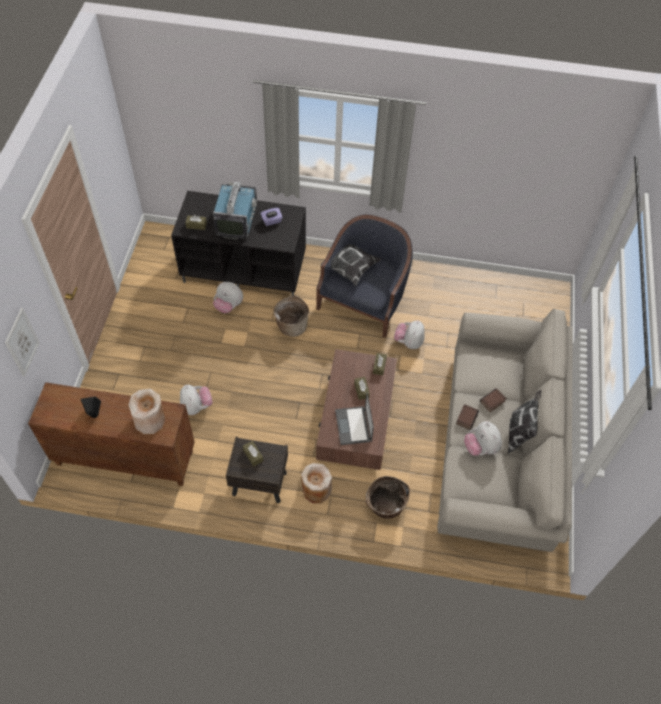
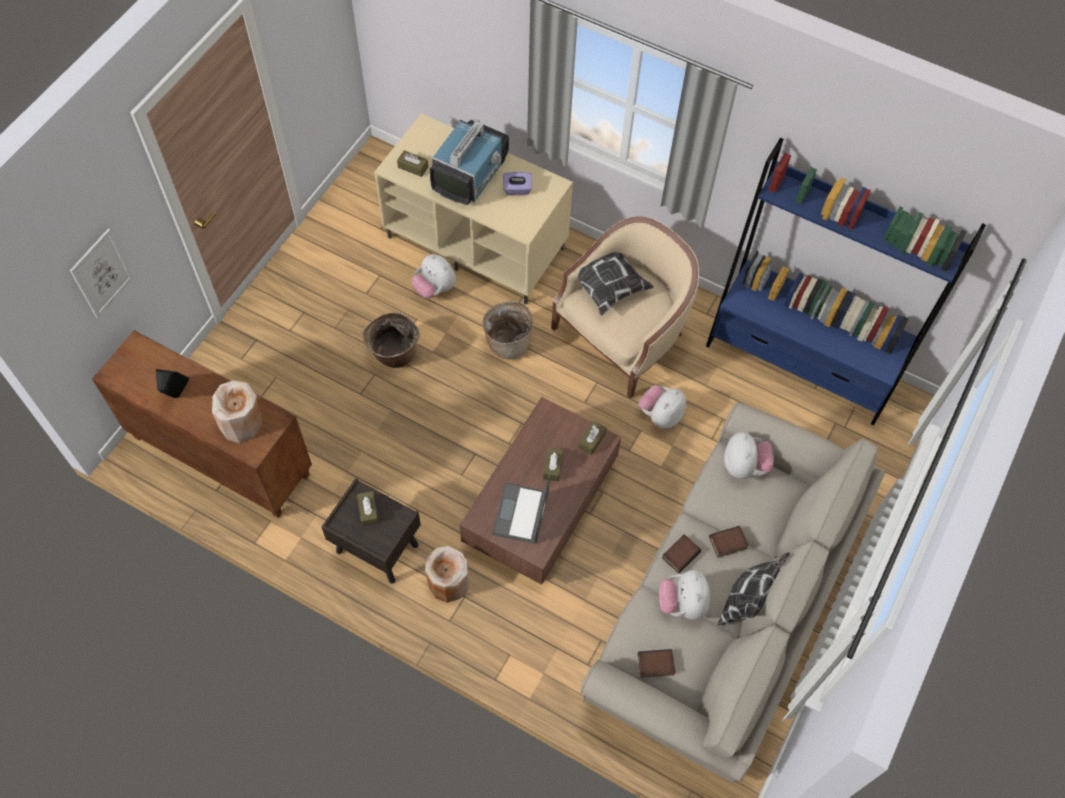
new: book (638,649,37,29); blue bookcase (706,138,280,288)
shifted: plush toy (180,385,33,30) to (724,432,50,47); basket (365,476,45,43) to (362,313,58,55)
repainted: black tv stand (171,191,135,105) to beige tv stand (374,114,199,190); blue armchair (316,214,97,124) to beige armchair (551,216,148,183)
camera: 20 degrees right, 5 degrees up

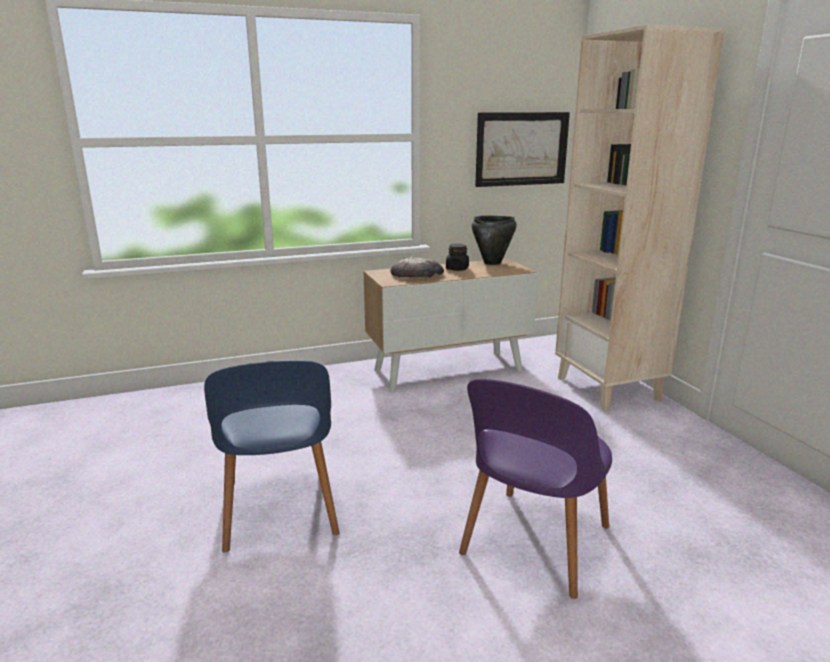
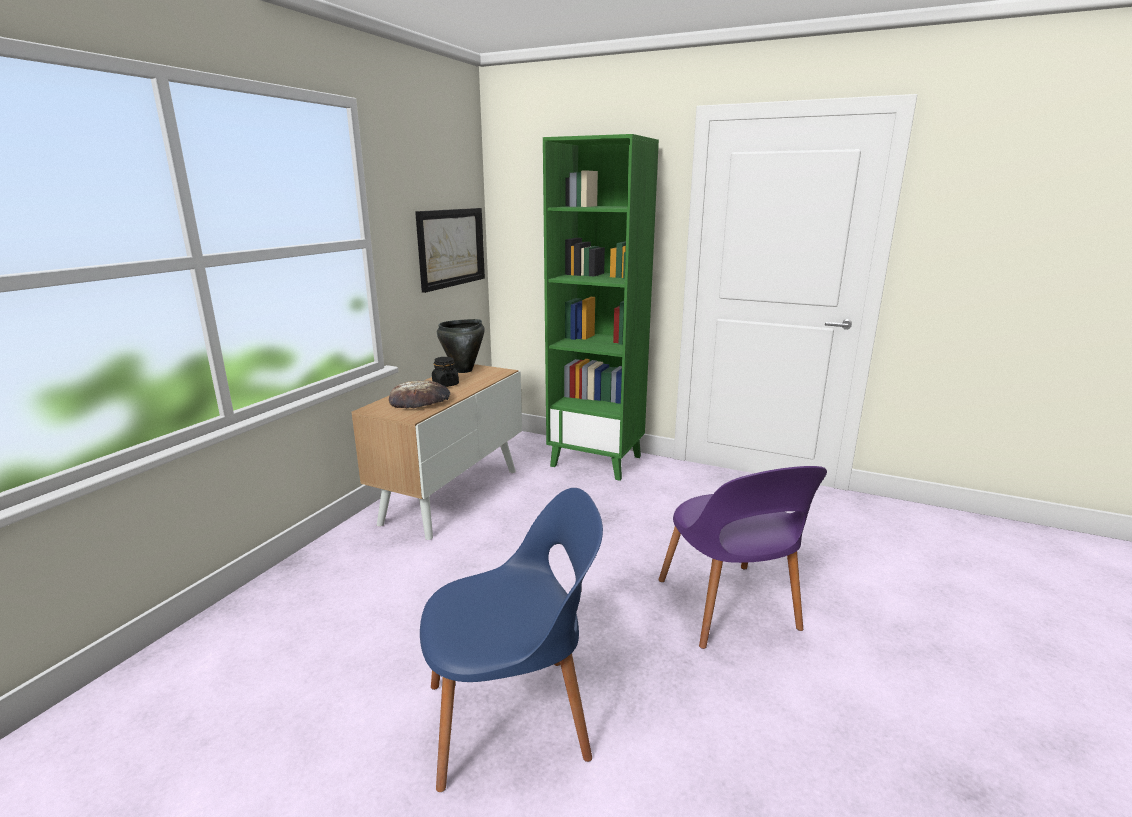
repainted: beige bookcase (555,24,170,387) to green bookcase (543,134,116,347)
rotated: blue chair (204,360,135,193) = (420,488,183,304) 45 degrees counterclockwise
camera: 45 degrees left, 0 degrees up

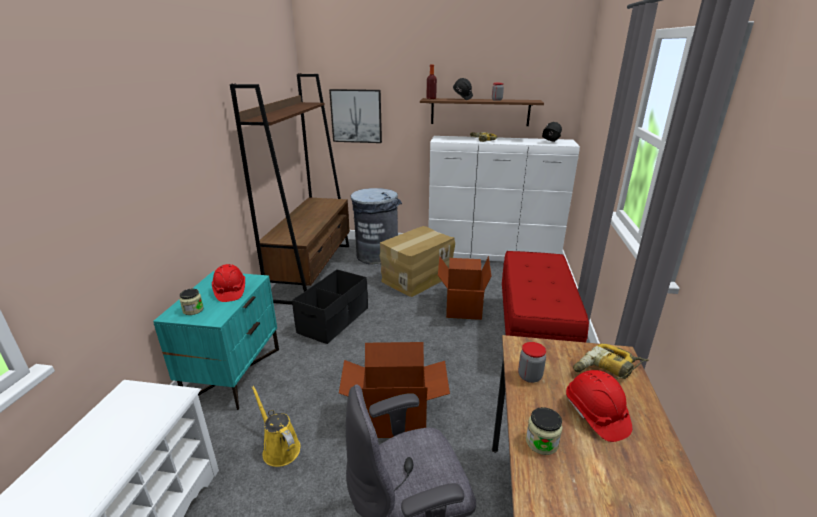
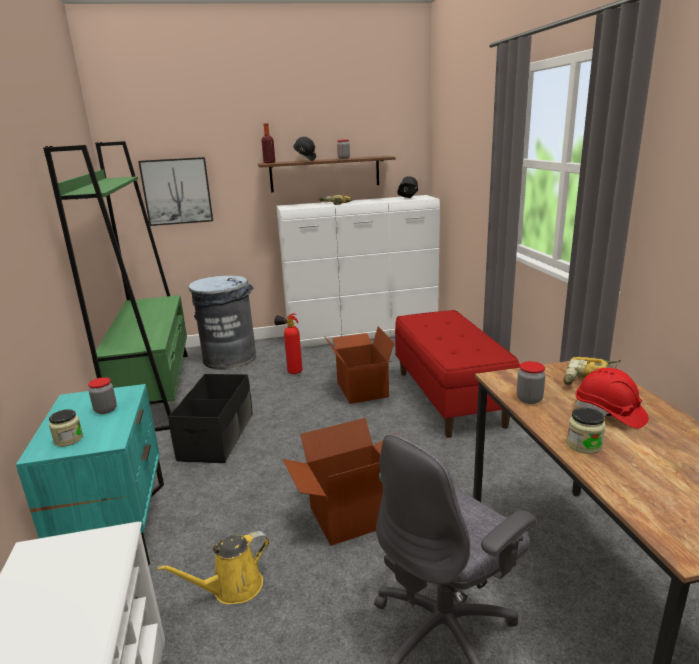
swapped: red hard hat (212,264,33,38) to jar (88,377,29,37); cardboard box (380,226,75,71) to fire extinguisher (274,313,28,61)
repainted: brown bookcase (230,73,120,232) to green bookcase (43,141,145,291)
rotated: yellow watering can (252,386,49,81) = (157,531,112,73) 60 degrees counterclockwise
camera: 20 degrees left, 5 degrees down

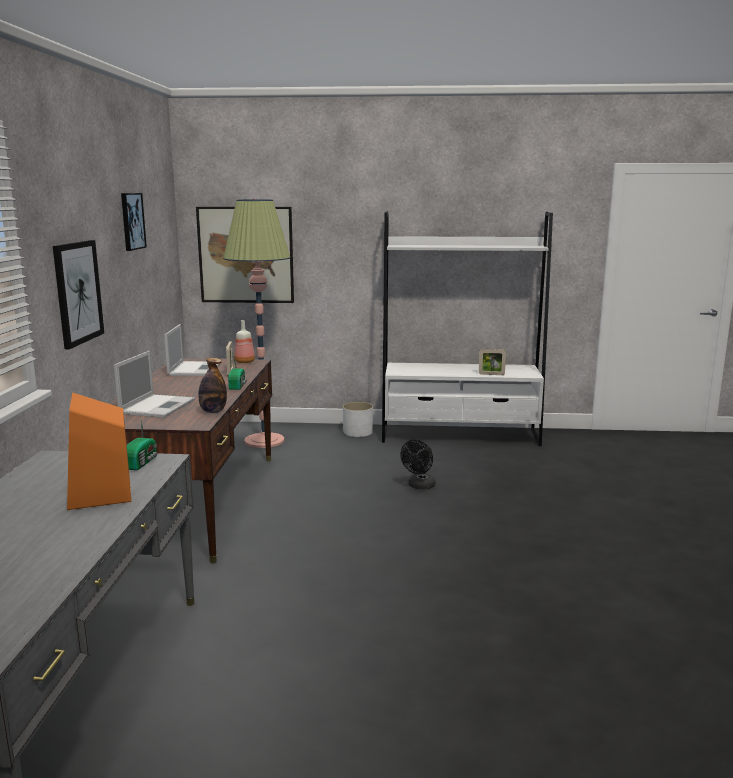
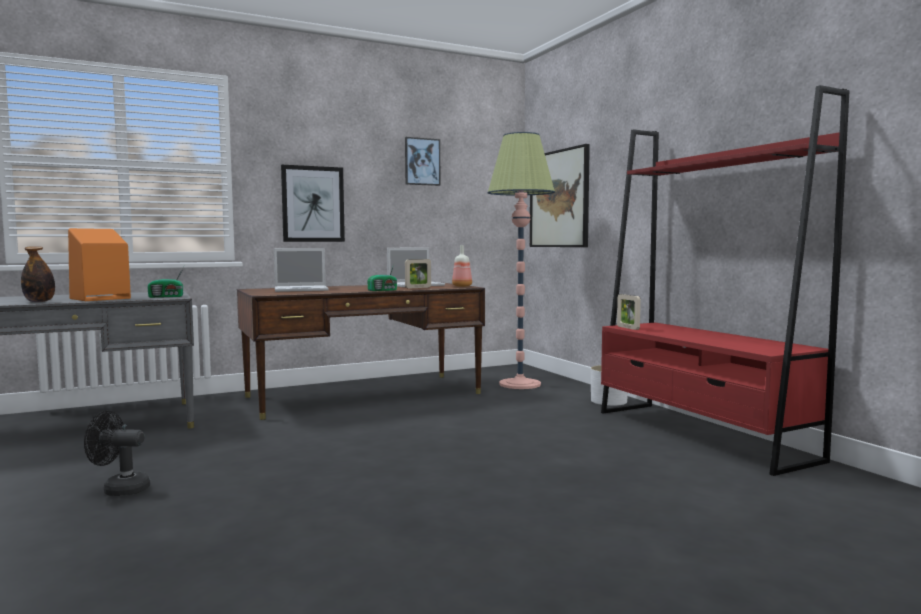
shifted: bottle (198,358,29,55) to (21,246,34,56); black fan (400,440,35,50) to (84,411,66,85); picture frame (479,349,27,26) to (617,294,24,36)
repainted: white bookcase (382,211,171,235) to red bookcase (601,85,248,391)
camera: 60 degrees right, 10 degrees down

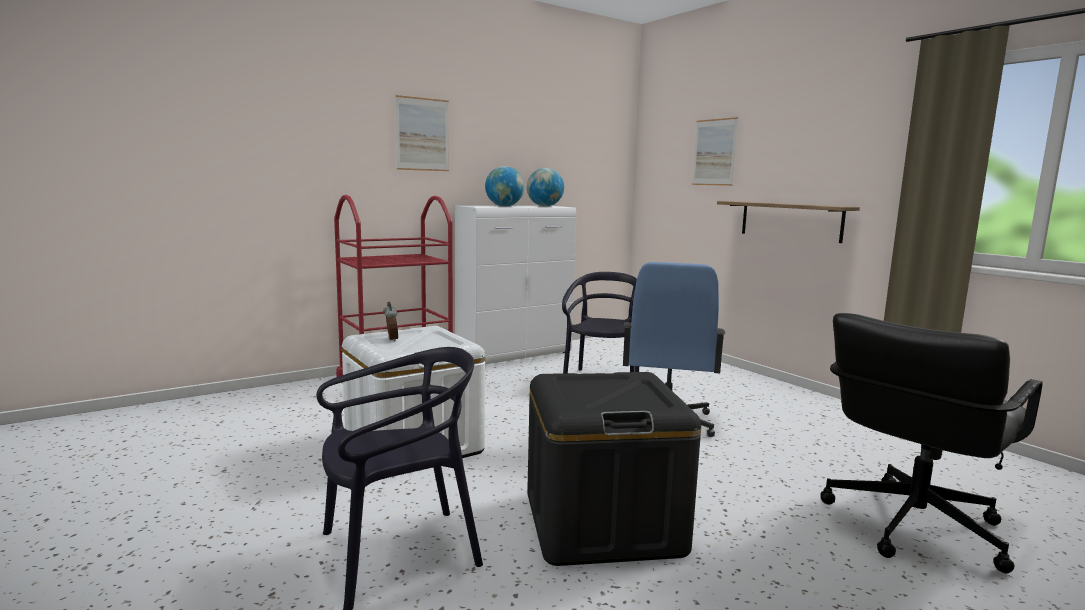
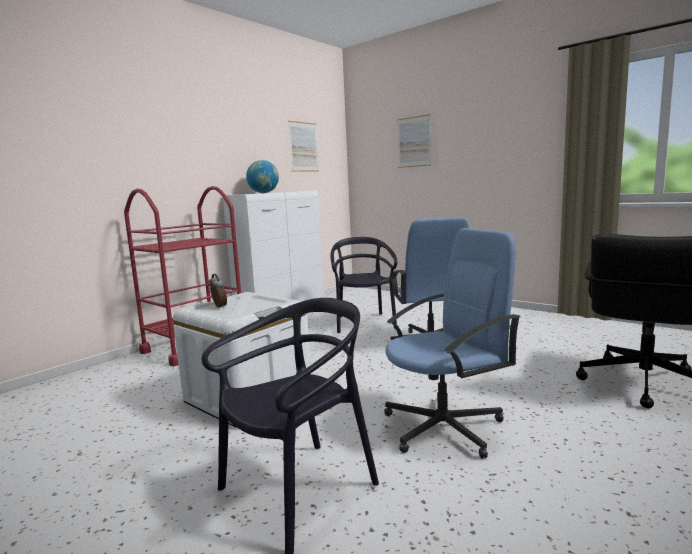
gone: globe (527,168,37,39); shelf (717,201,143,42)
shifted: picture (395,95,54,76) to (288,121,31,51)
swapped: black storage box (527,372,174,194) to blue office chair (384,228,137,231)
camera: 15 degrees left, 0 degrees up

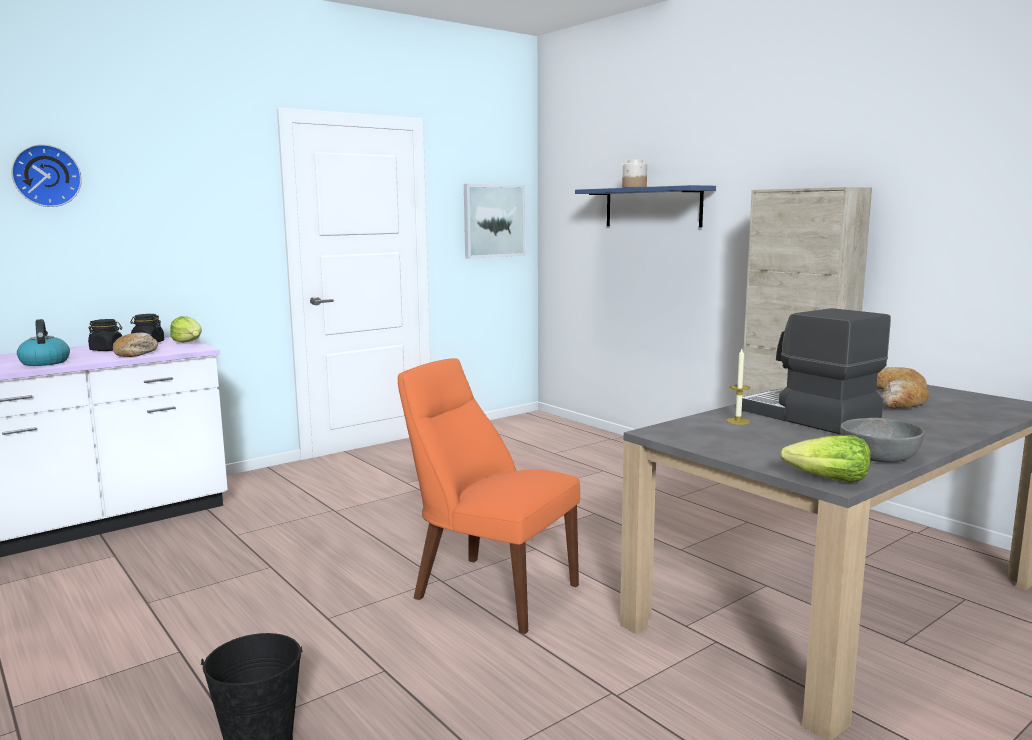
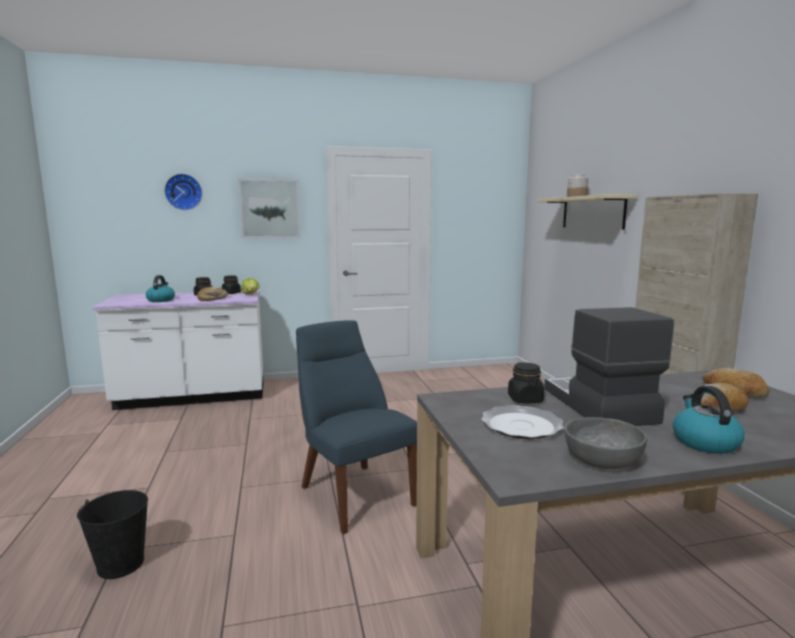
gone: lettuce (780,435,91,47)
new: plate (481,405,83,34); kettle (673,386,72,68)
shifted: picture (464,184,61,75) to (238,178,62,61)
swapped: candle (726,349,24,76) to black jar (508,362,36,41)
repainted: orange chair (398,358,182,276) to blue chair (296,320,121,214); blue shelf (575,185,141,42) to beige shelf (537,194,99,36)
camera: 25 degrees right, 0 degrees up

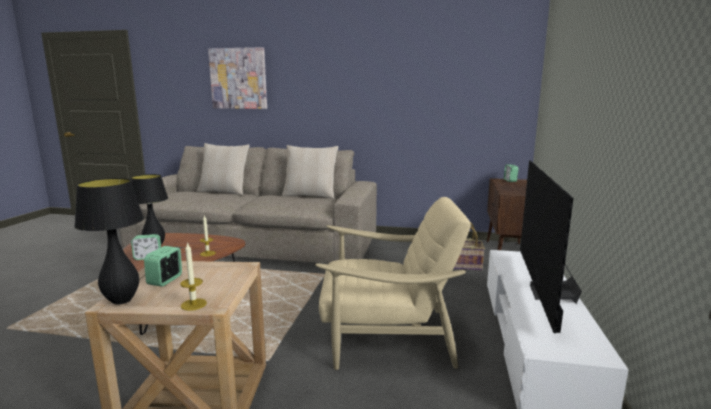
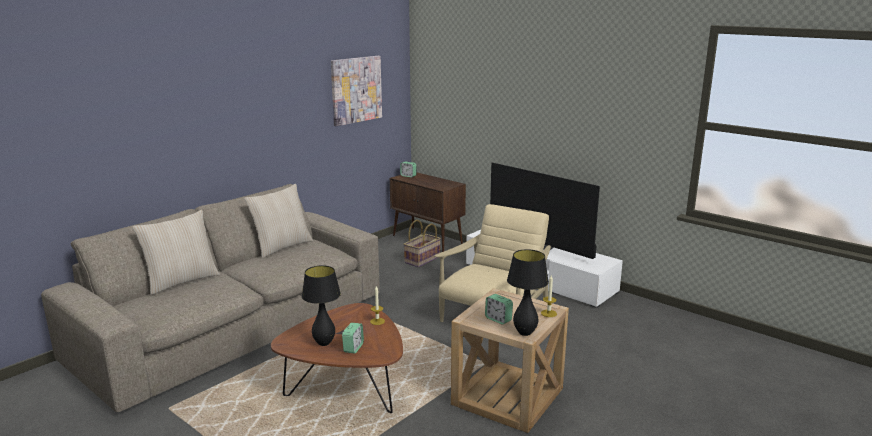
shifted: picture (208,47,59,62) to (331,56,51,70)
camera: 60 degrees left, 5 degrees up

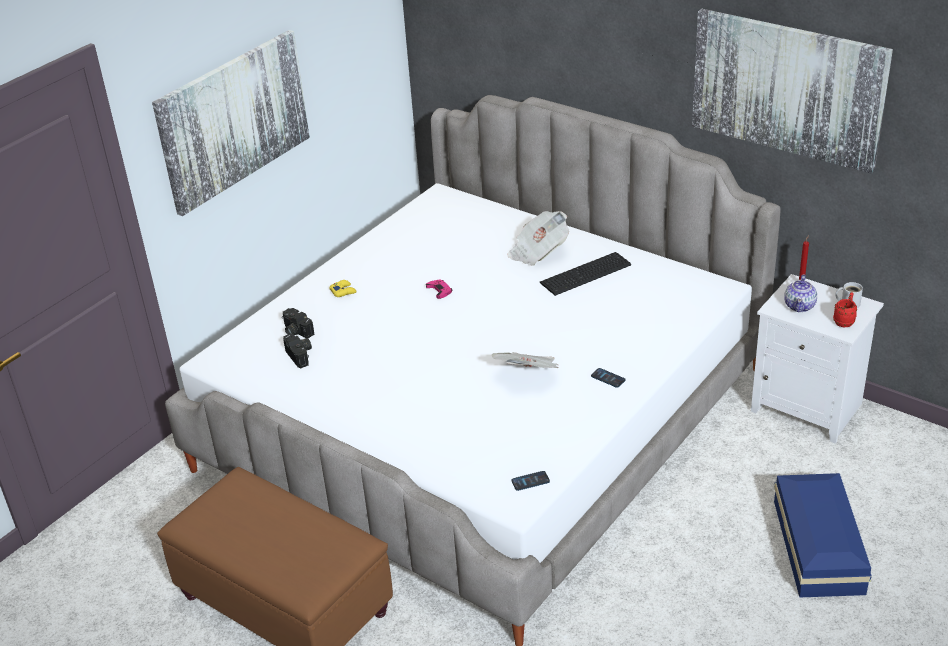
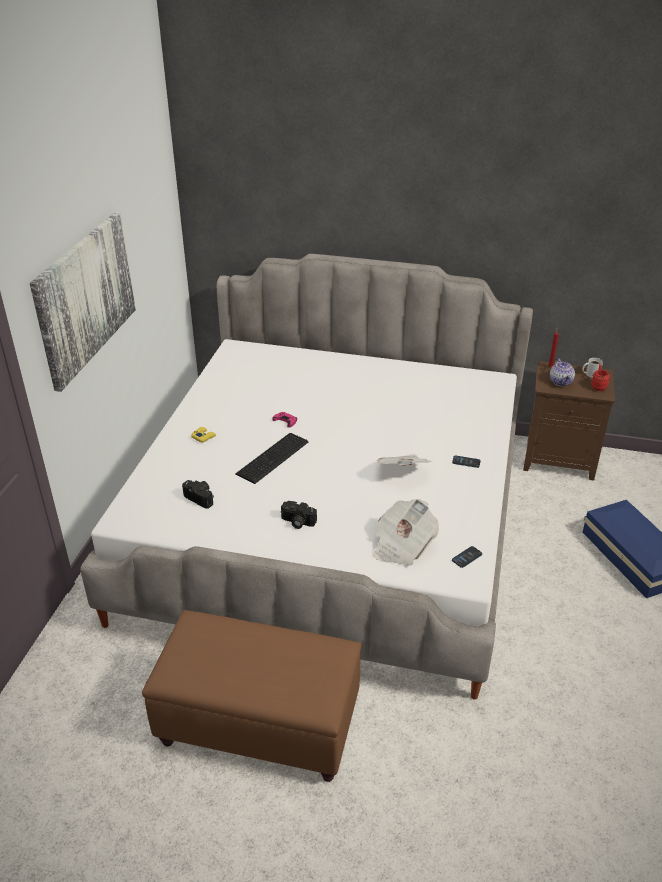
gone: picture (692,9,201,165)
shifted: photo camera (282,308,32,30) to (281,501,36,28); newspaper (507,211,62,55) to (374,499,65,67); keyboard (540,252,91,44) to (235,433,73,51)
repainted: white nightstand (751,274,133,170) to brown nightstand (523,361,92,120)
camera: 25 degrees left, 0 degrees up

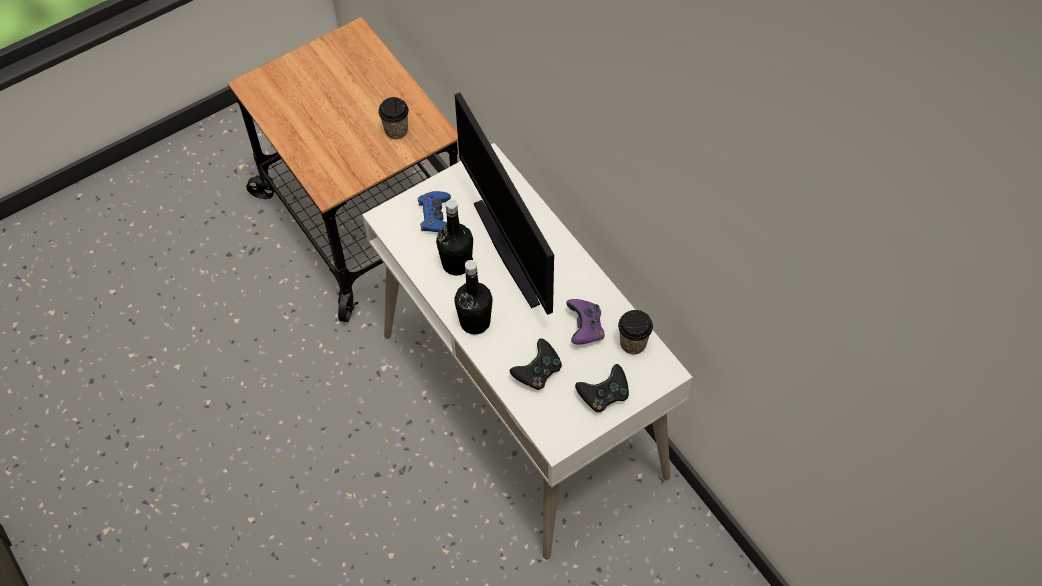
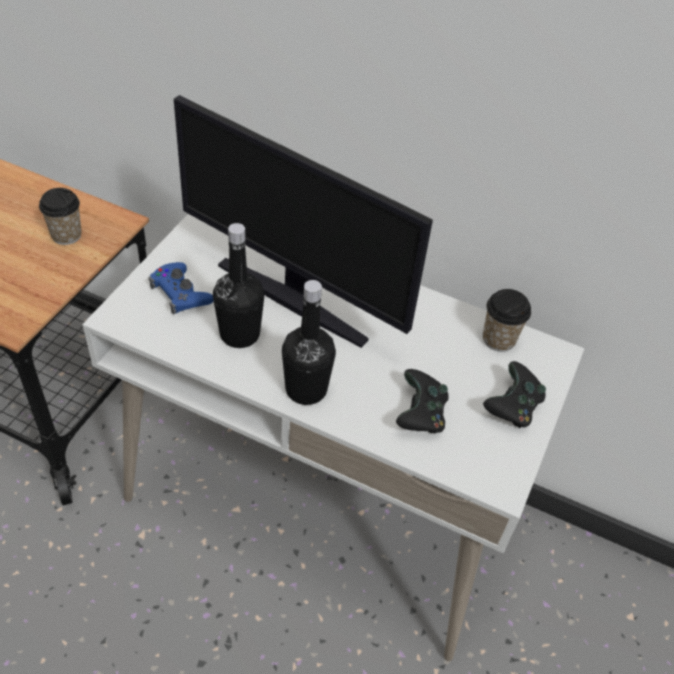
gone: purple game controller (566,299,39,46)
camera: 35 degrees left, 10 degrees down

